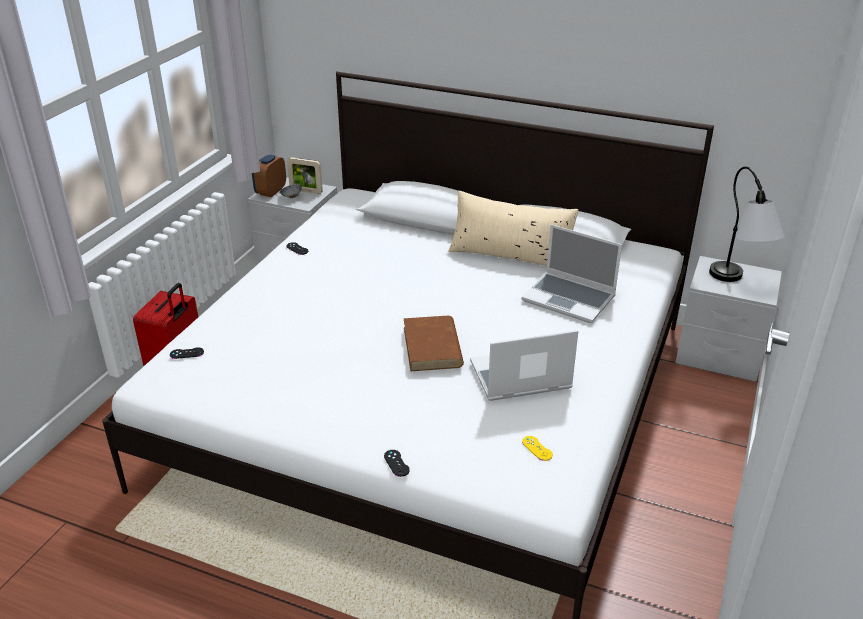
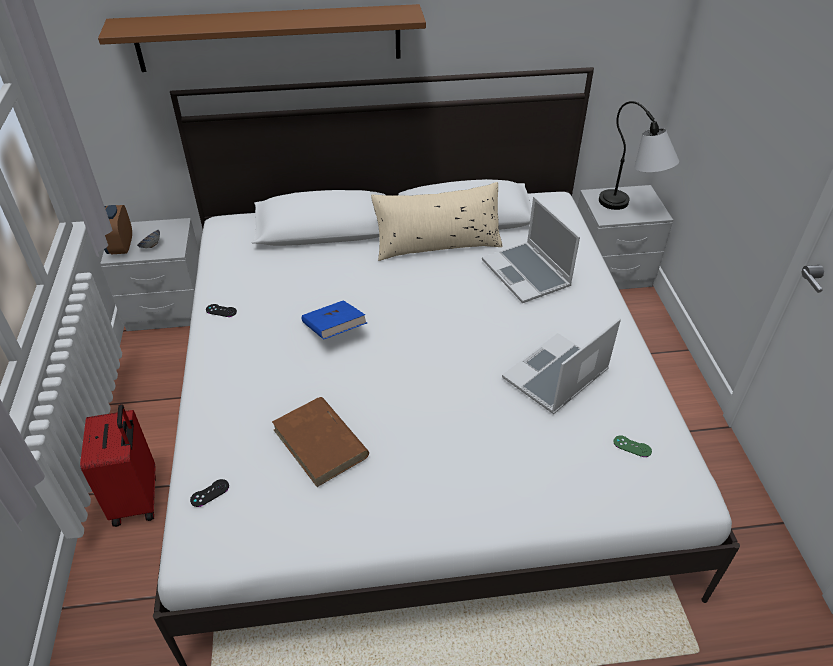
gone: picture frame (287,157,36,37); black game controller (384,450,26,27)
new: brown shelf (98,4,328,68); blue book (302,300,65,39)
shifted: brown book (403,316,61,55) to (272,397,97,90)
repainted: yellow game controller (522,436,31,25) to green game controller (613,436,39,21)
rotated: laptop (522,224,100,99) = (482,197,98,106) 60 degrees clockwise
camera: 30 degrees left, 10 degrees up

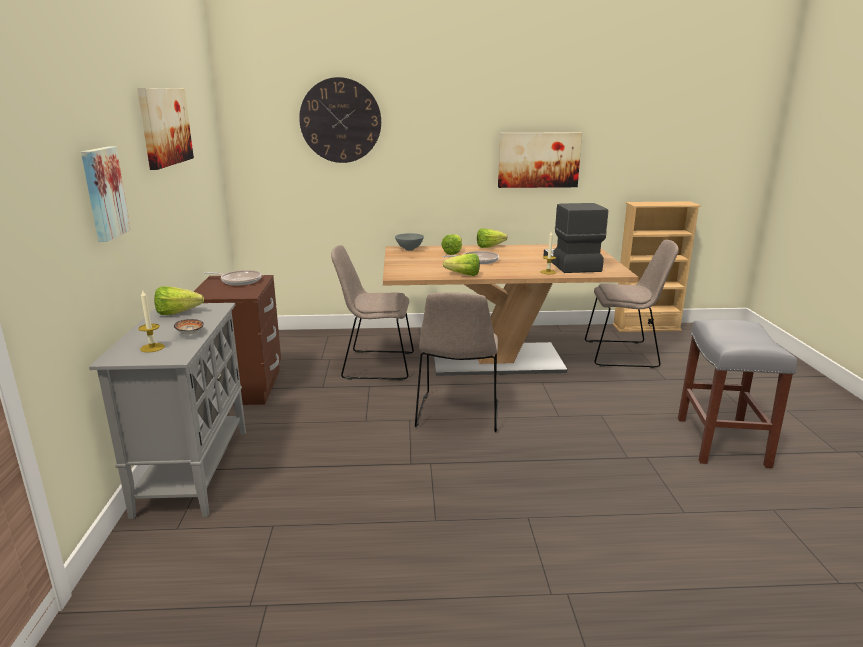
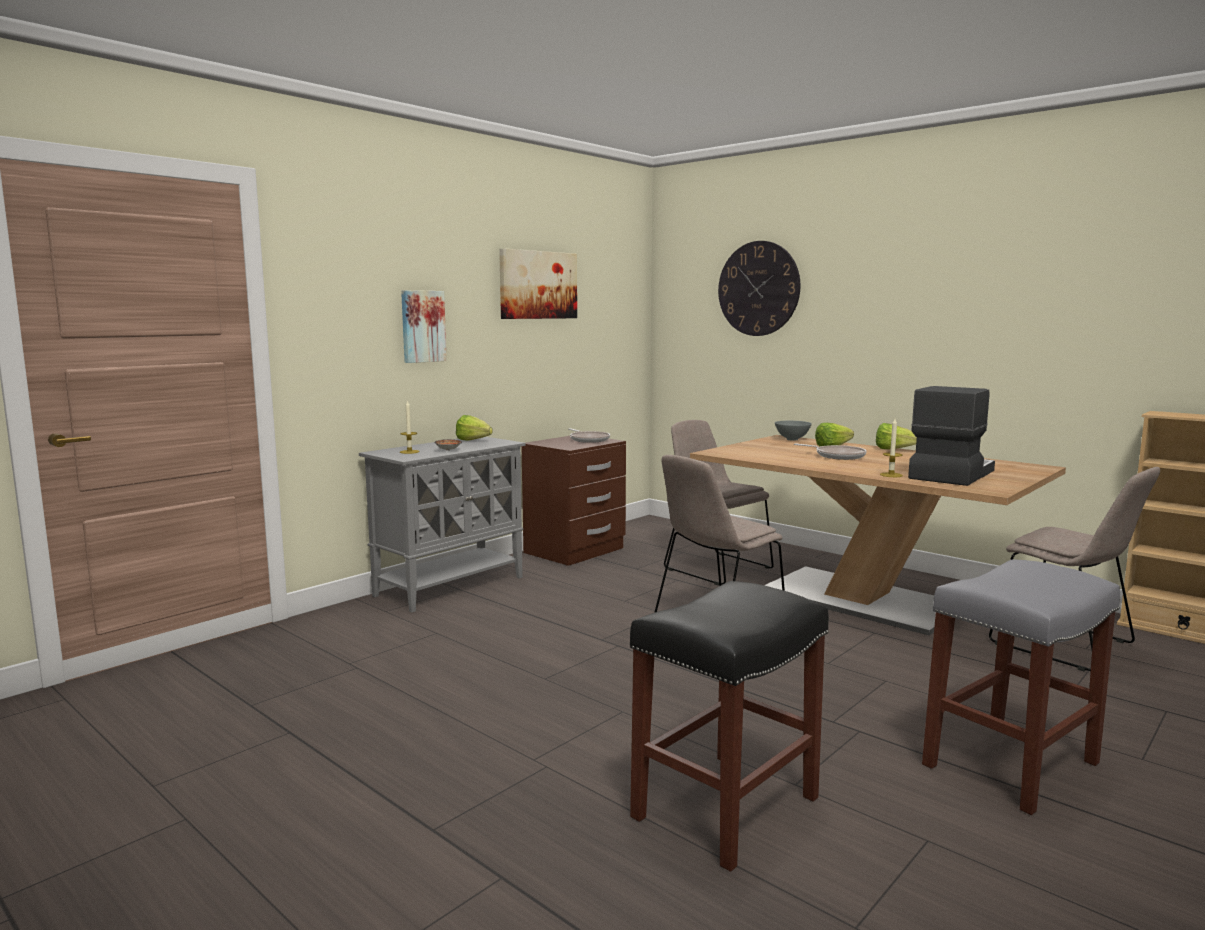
gone: lettuce (443,253,37,23); picture (498,133,84,55)
new: black stool (630,581,199,291)
camera: 45 degrees right, 10 degrees down

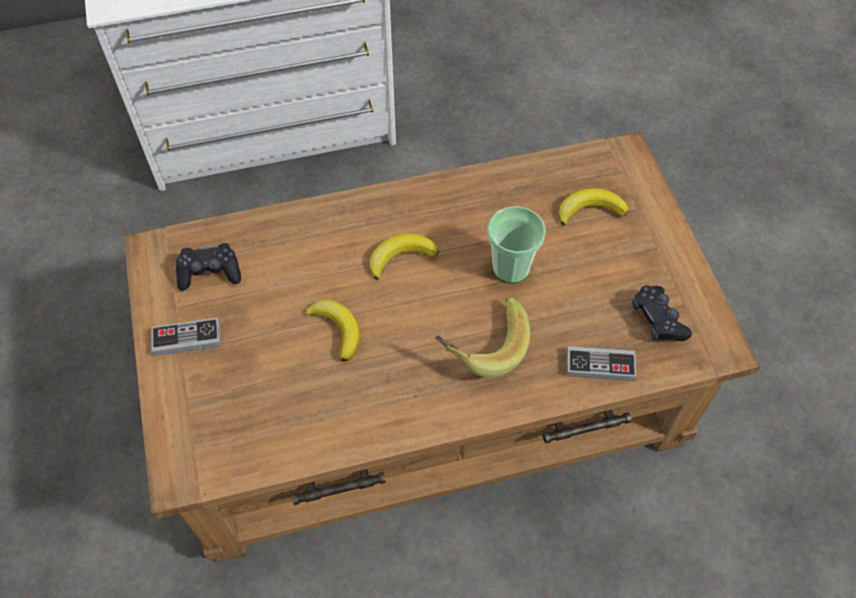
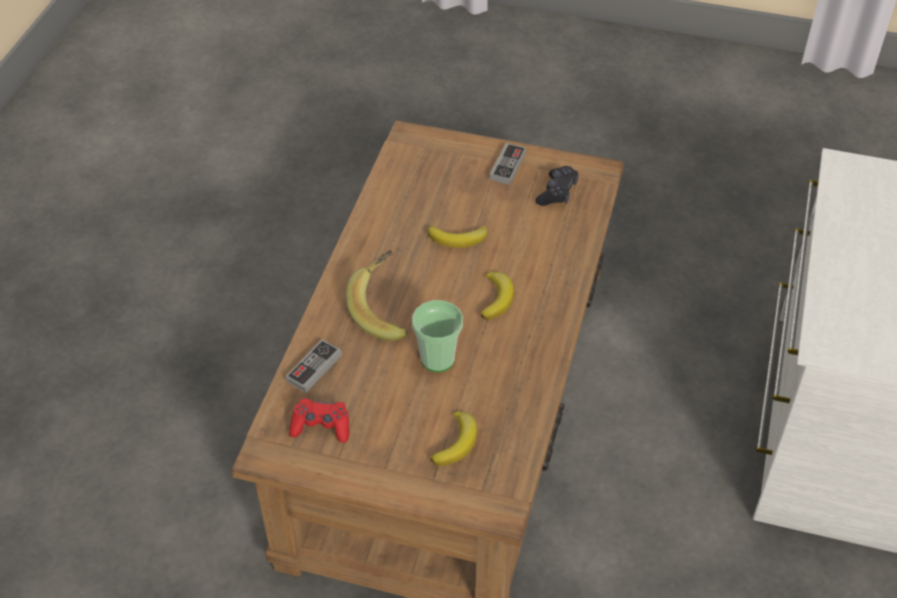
repainted: black game controller (632,285,60,56) to red game controller (289,398,60,45)
camera: 120 degrees right, 10 degrees down

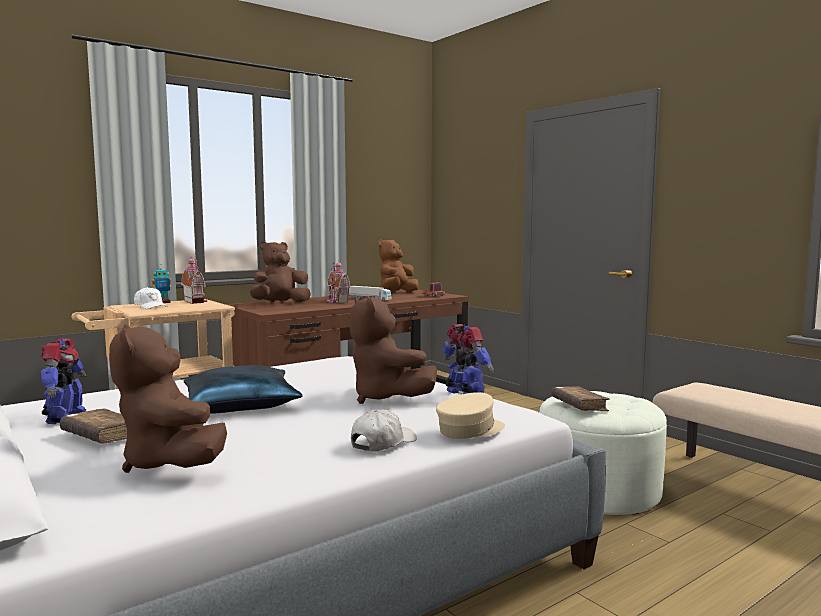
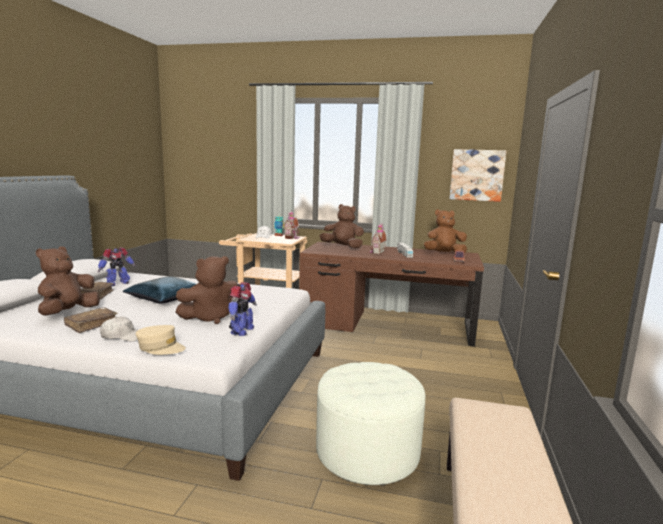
new: picture (449,149,57,53)
shifted: brown book (551,386,59,25) to (64,307,54,26)
rotated: brown plush toy (349,297,88,107) = (176,256,62,68) 135 degrees counterclockwise
camera: 50 degrees right, 5 degrees up

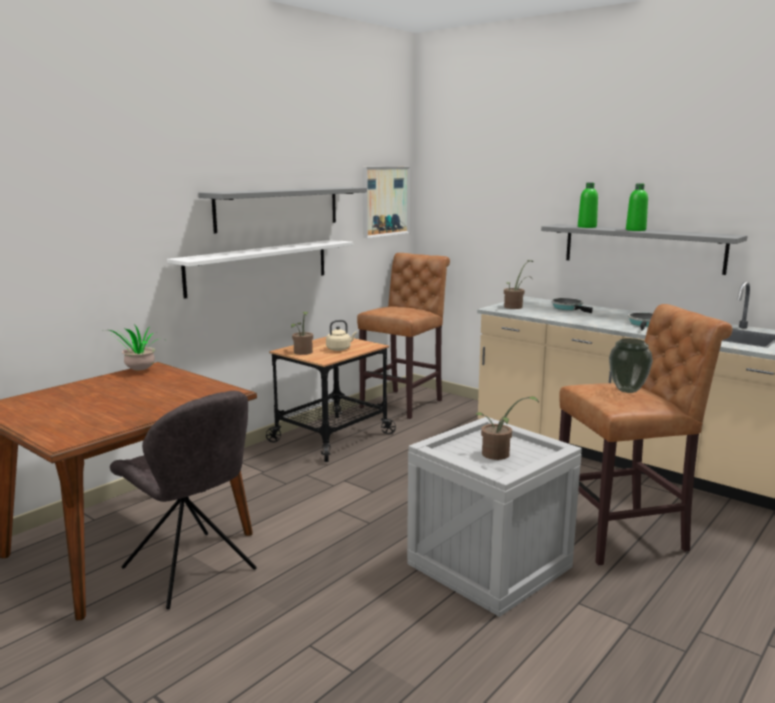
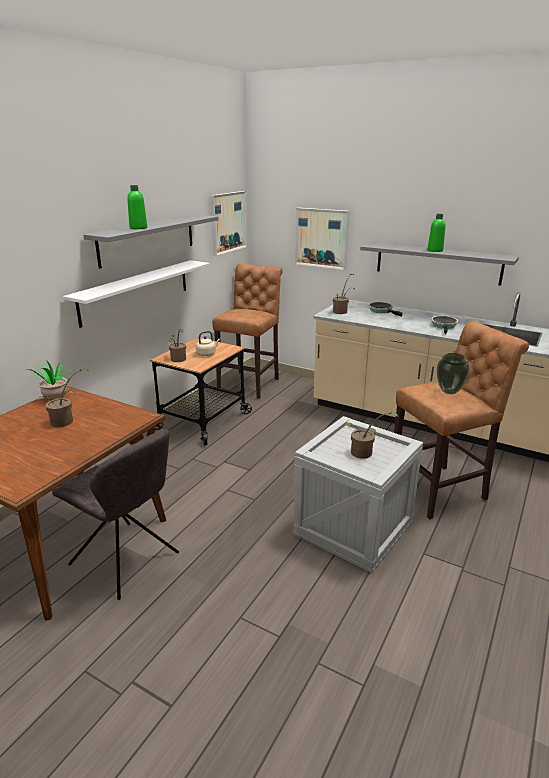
new: potted plant (37,368,52,59); picture (295,208,55,62)
shifted: green bottle (578,183,20,45) to (127,185,20,44)
camera: 10 degrees left, 10 degrees up

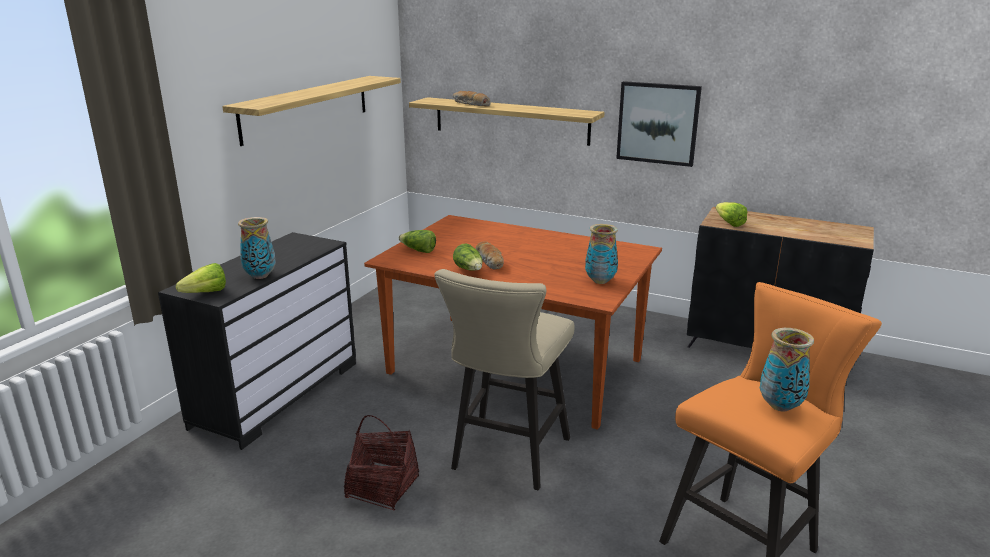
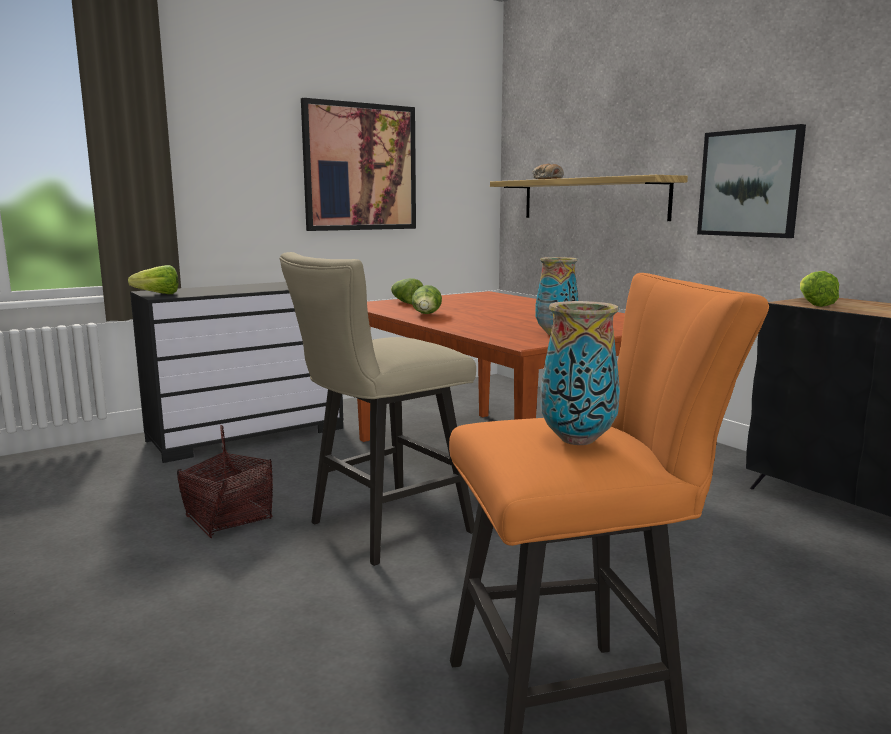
gone: vase (238,217,38,62); bread (476,241,28,29)
swapped: shelf (222,76,179,70) to picture (301,98,115,133)
camera: 30 degrees right, 10 degrees down

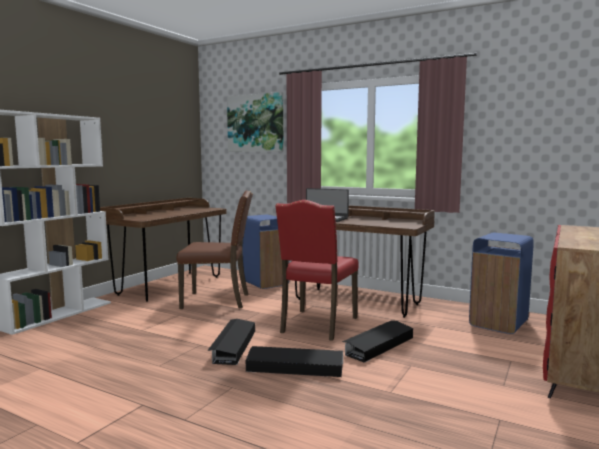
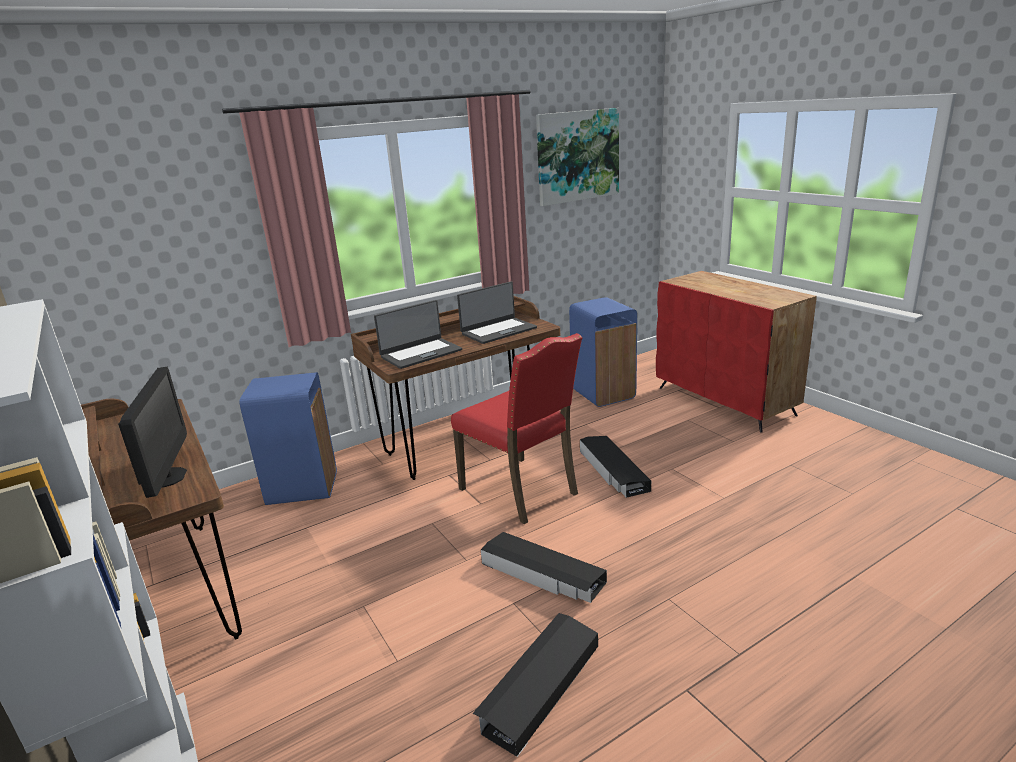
gone: brown chair (176,191,77,118)
new: monitor (118,367,69,131); laptop (457,282,80,62)
shifted: picture (227,92,56,60) to (536,108,83,98); black storage box (246,346,97,31) to (472,613,126,144)
camera: 60 degrees left, 15 degrees up

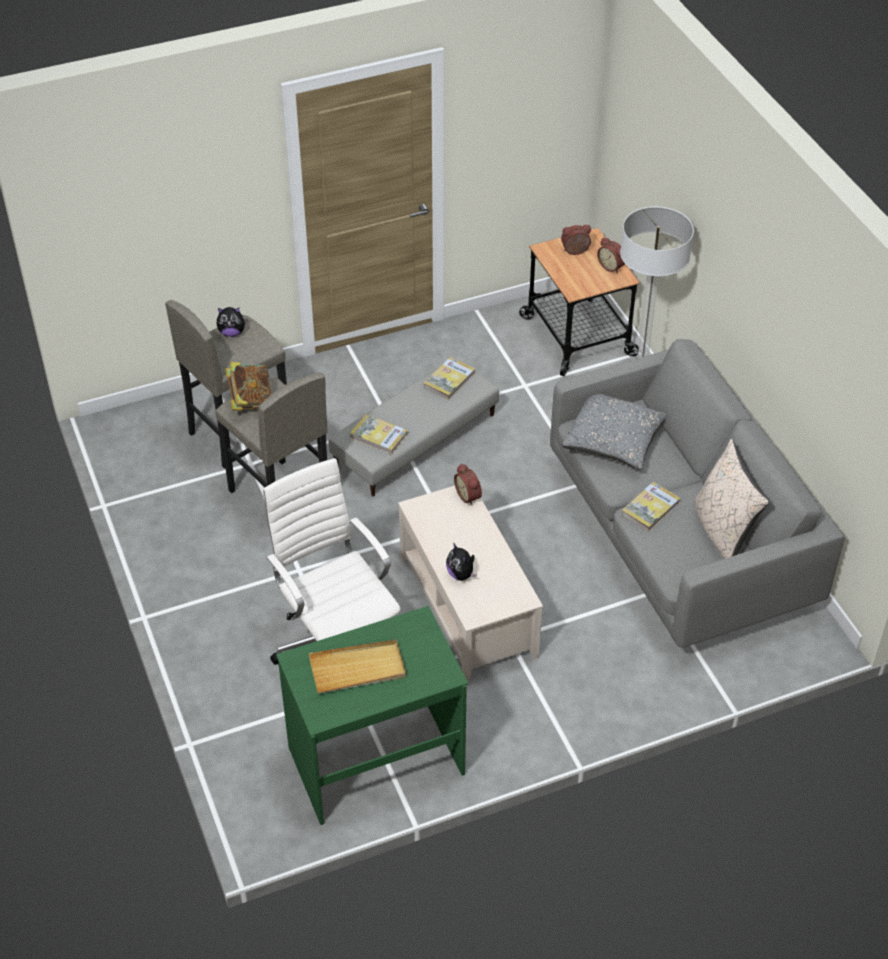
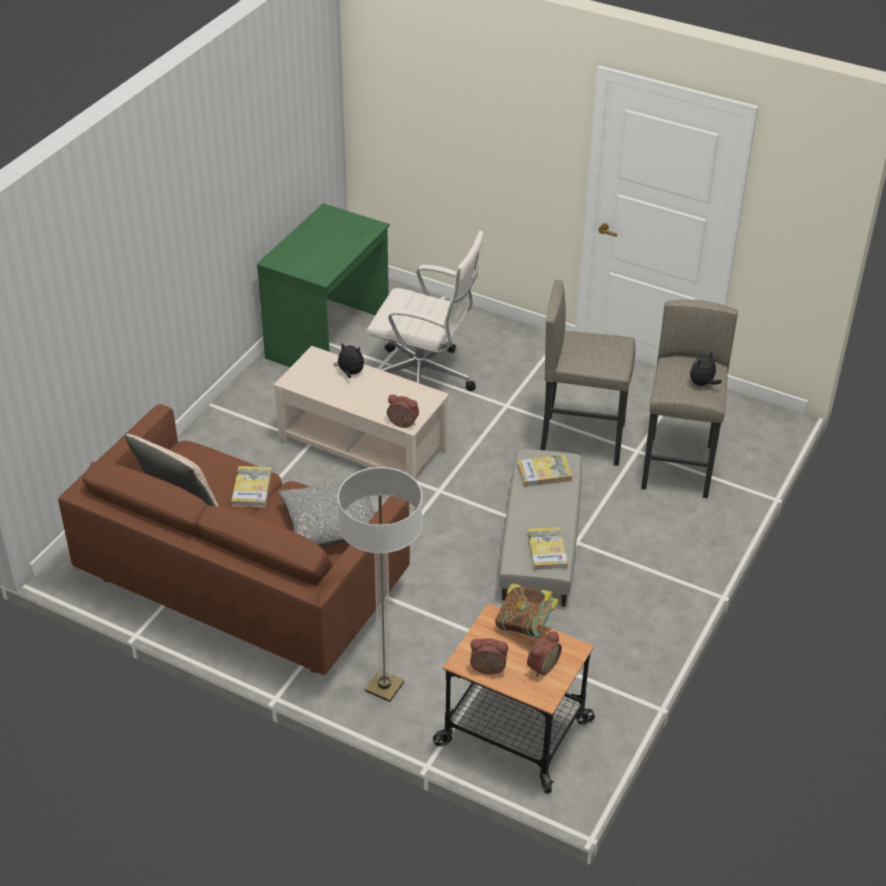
gone: beige tray (309,640,97,54)
shifted: book (225,362,46,49) to (495,583,64,54)
repainted: grey sofa (550,339,295,309) to brown sofa (58,404,352,271)
camera: 140 degrees right, 5 degrees down

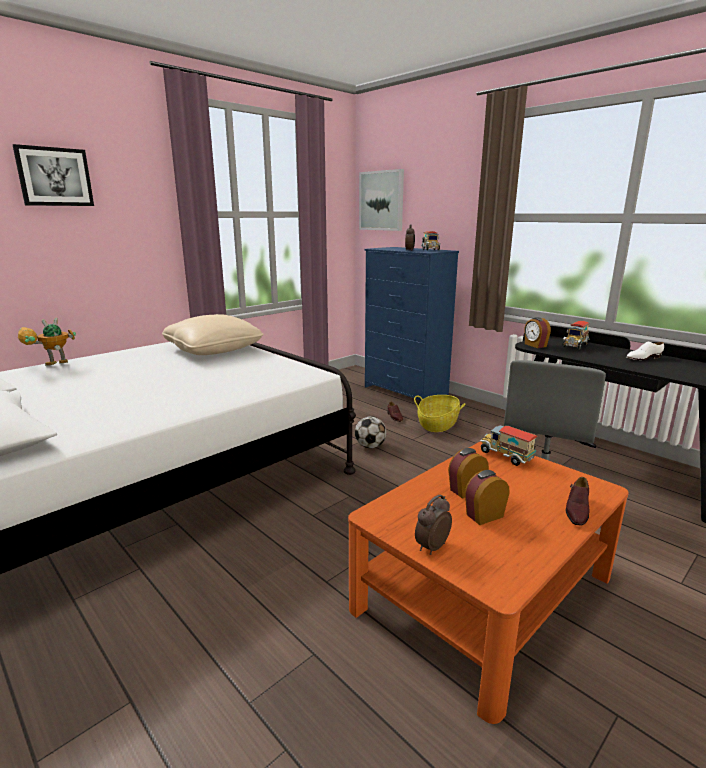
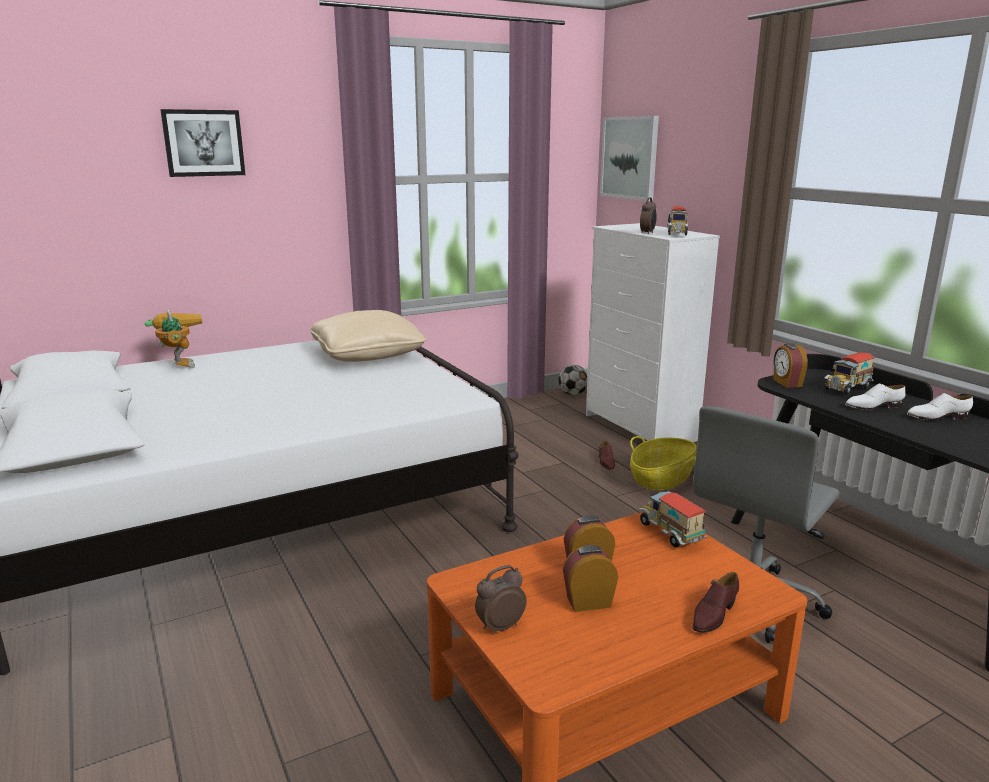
new: white shoe (845,384,61,26)
shifted: football (355,416,31,32) to (558,365,30,30)
repainted: blue dresser (365,247,94,153) to white dresser (586,223,134,219)
rotated: toy robot (18,318,58,48) = (145,309,57,59) 90 degrees clockwise
camera: 15 degrees right, 0 degrees up

